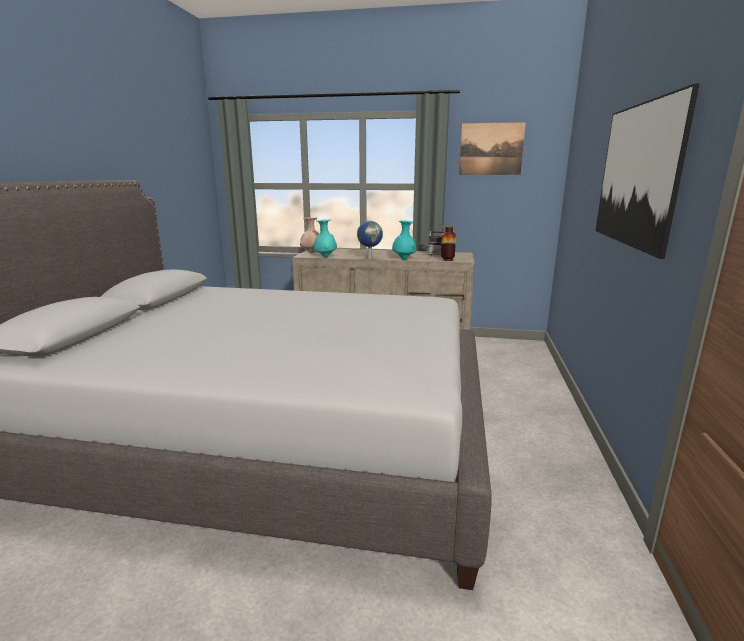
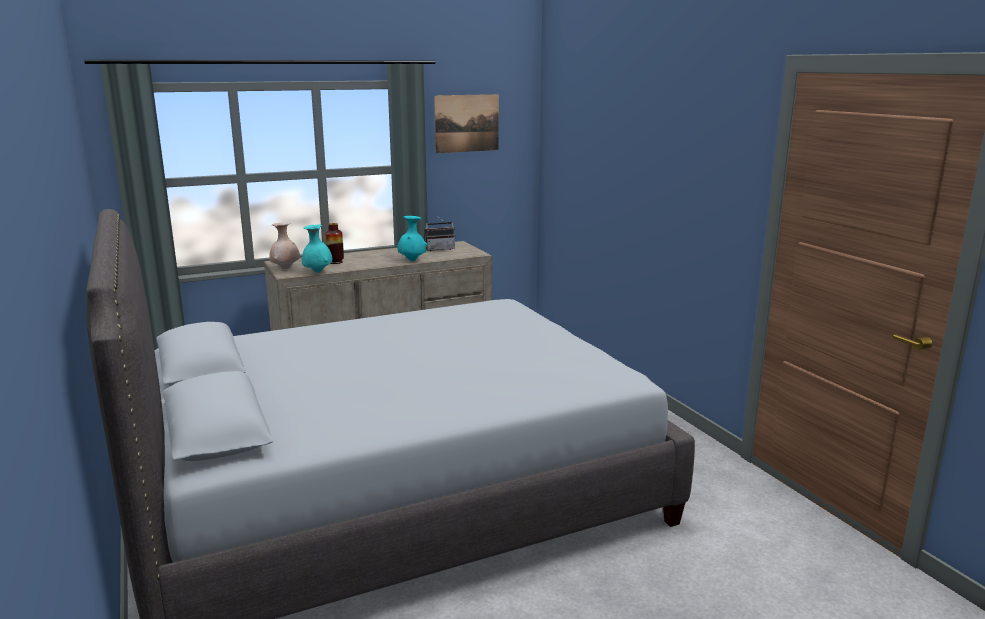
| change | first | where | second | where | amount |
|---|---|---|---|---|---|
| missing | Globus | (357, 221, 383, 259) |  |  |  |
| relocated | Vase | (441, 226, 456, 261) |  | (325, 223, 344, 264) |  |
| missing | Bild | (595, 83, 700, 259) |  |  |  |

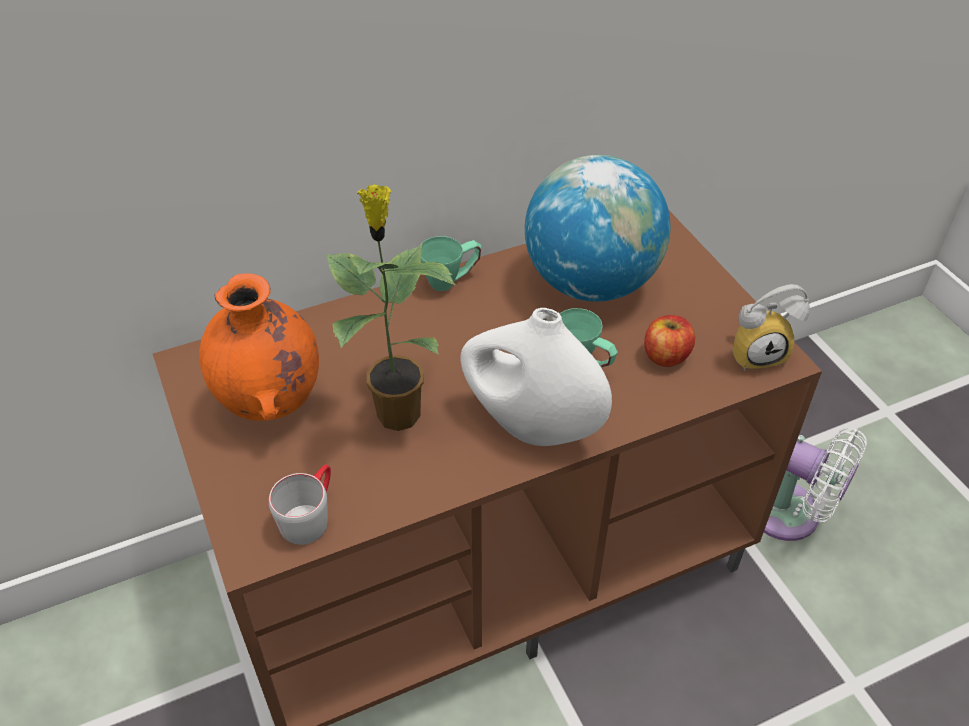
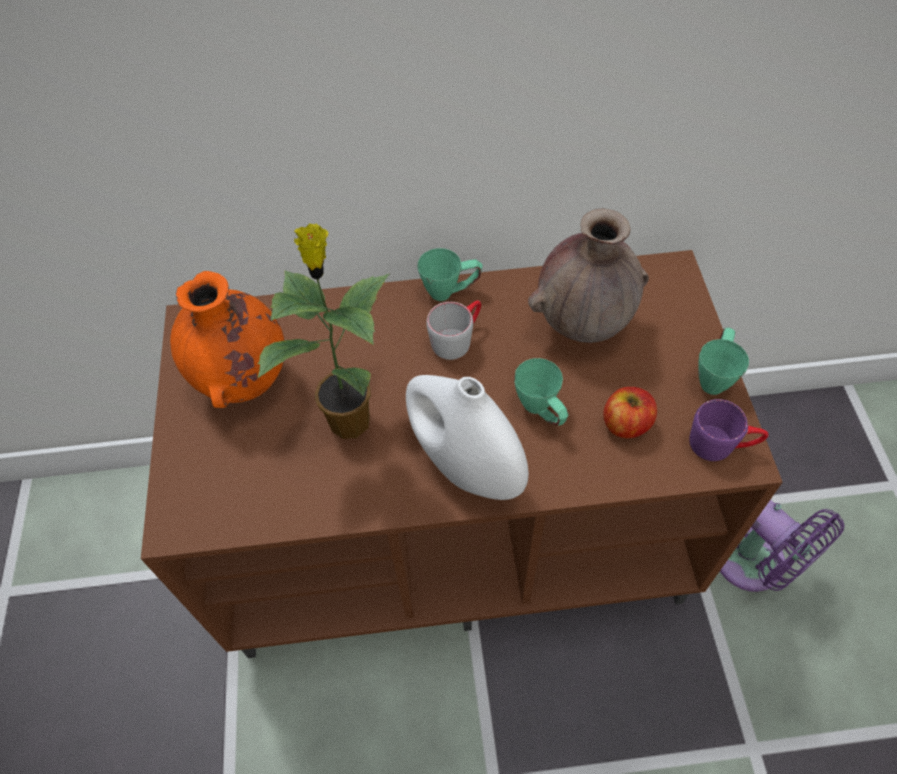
| change | first | where | second | where | amount |
|---|---|---|---|---|---|
| relocated | Henkelbecher [grau] | (269, 465, 331, 545) |  | (426, 300, 481, 360) |  |
| exchanged | Globus | (525, 155, 670, 302) | Vase [braun] | (528, 208, 649, 343) |  |
| exchanged | Wecker | (733, 284, 810, 371) | Henkelbecher [lila] | (689, 399, 769, 461) |  |
| colour | Ventilator [weiß] | (764, 428, 867, 541) | Ventilator [lila] | (720, 500, 844, 592) |  |
| appeared |  |  | Henkelbecher [grün] | (698, 328, 749, 395) |  |

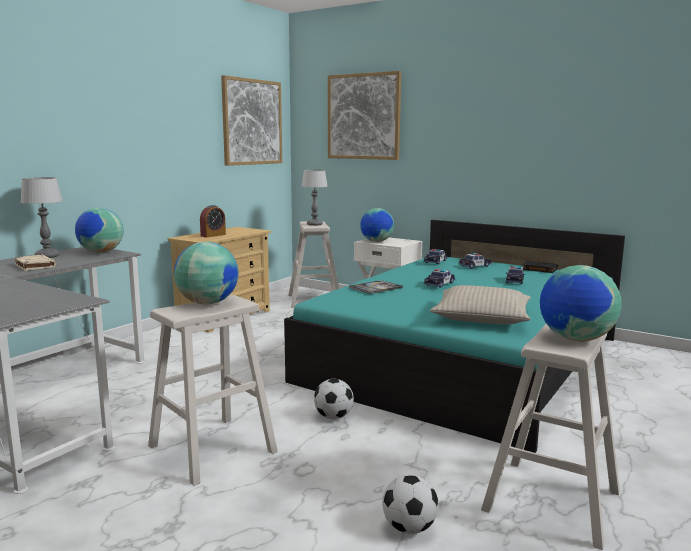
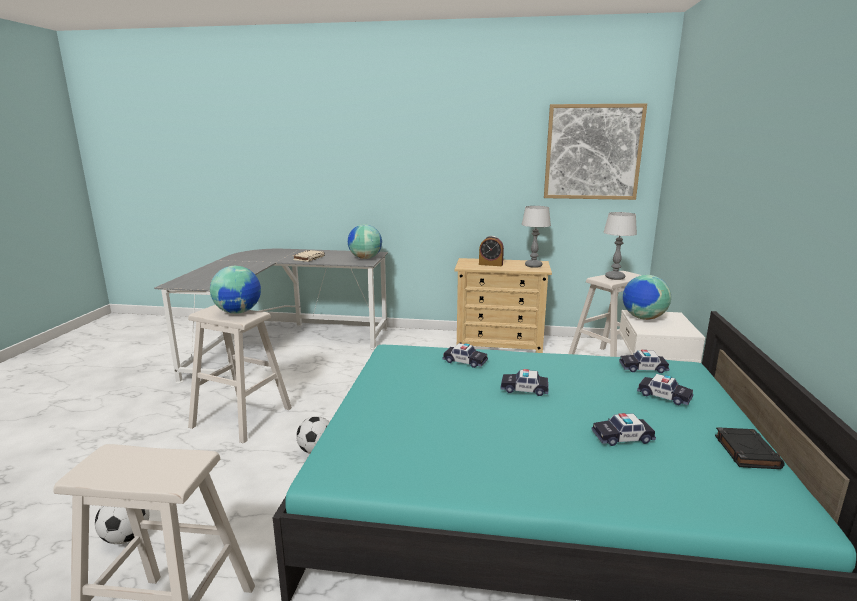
| change | first | where | second | where | amount |
|---|---|---|---|---|---|
| relocated | Tischlampe | (20, 177, 63, 258) |  | (522, 206, 551, 268) |  |
| missing | Bild | (328, 71, 401, 160) |  |  |  |
| exchanged | Buch | (349, 280, 403, 294) | Spielzeugauto | (443, 343, 488, 368) |  |
| missing | Kissen [beige] | (430, 285, 531, 324) |  |  |  |
| missing | Globus | (540, 265, 621, 341) |  |  |  |

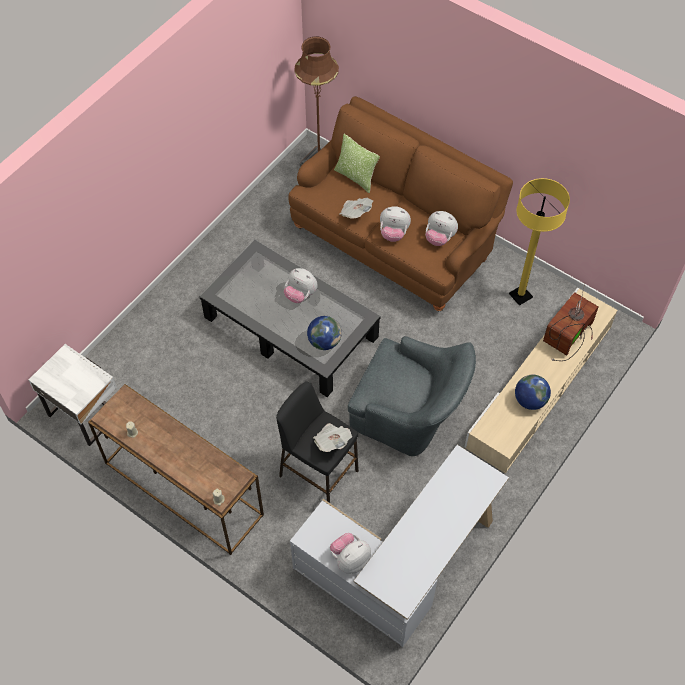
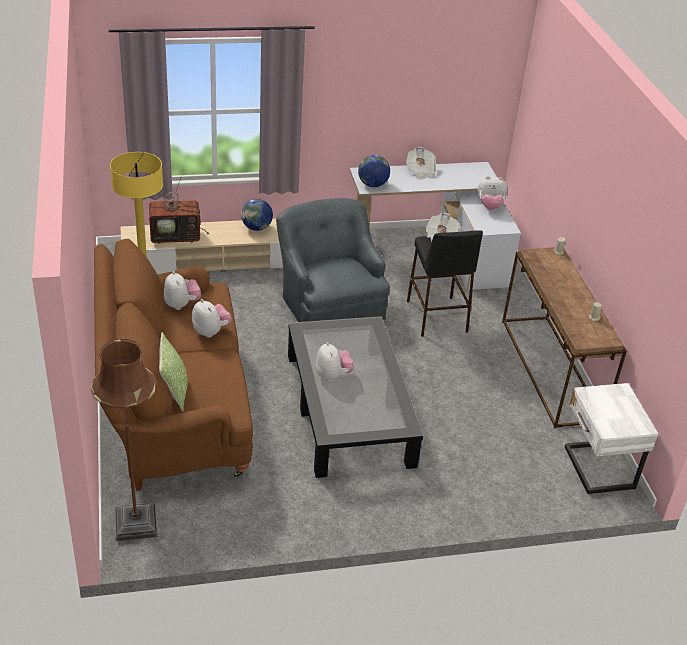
| change | first | where | second | where | amount |
|---|---|---|---|---|---|
| relocated | Globus | (307, 316, 342, 350) |  | (358, 155, 390, 187) |  |
| relocated | Zeitung | (339, 198, 373, 219) |  | (406, 147, 436, 180) |  |

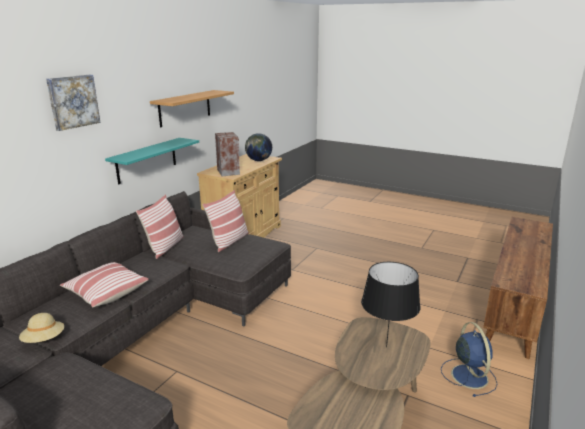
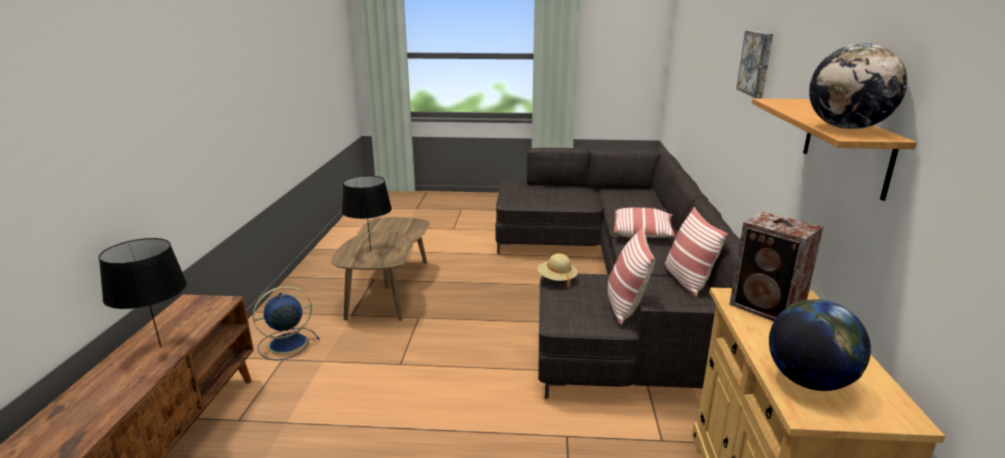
| change | first | where | second | where | amount |
|---|---|---|---|---|---|
| relocated | Hut [beige] | (19, 313, 64, 343) |  | (538, 253, 578, 287) |  |
| missing | Wandregal [türkis] | (105, 138, 199, 184) |  |  |  |
| spun | Ventilator [blau] | (441, 322, 497, 397) |  | (253, 286, 320, 361) | 90 degrees clockwise |
| appeared |  |  | Tischlampe [schwarz] | (99, 238, 187, 347) |  |
| appeared |  |  | Globus | (809, 43, 907, 129) |  |

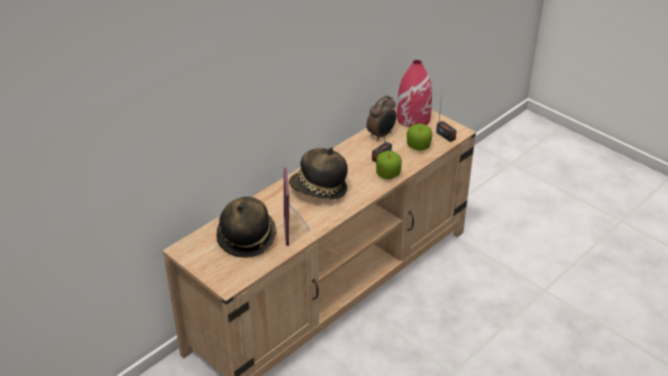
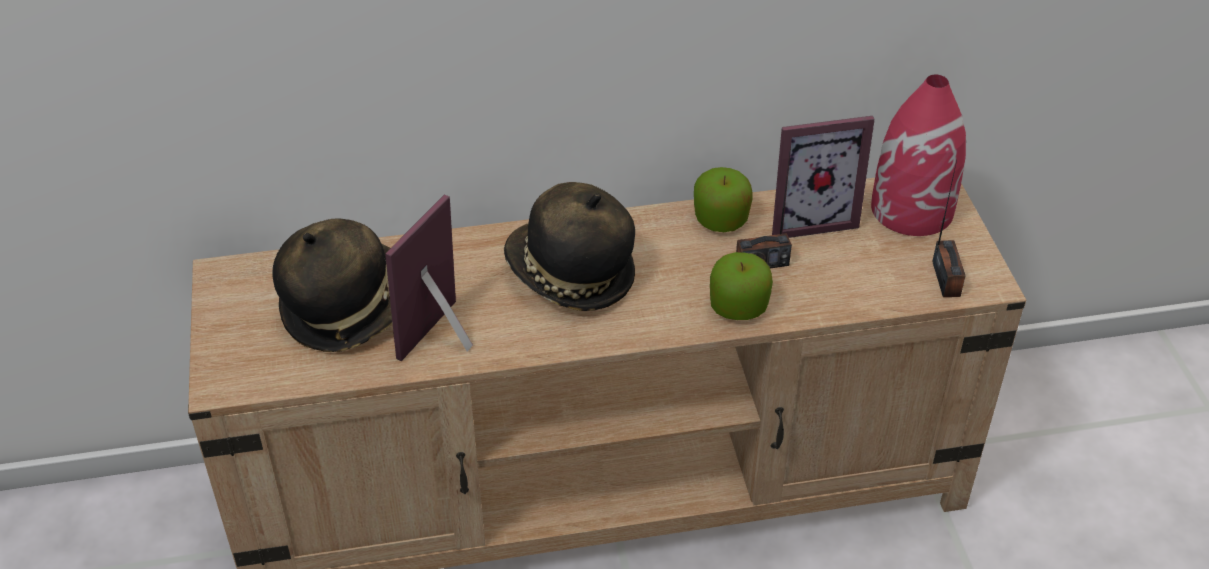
| change | first | where | second | where | amount |
|---|---|---|---|---|---|
| exchanged | Wecker | (366, 95, 397, 141) | Bilderrahmen | (772, 116, 875, 238) |  |
| relocated | Apfel | (407, 124, 432, 151) |  | (694, 167, 752, 232) |  |

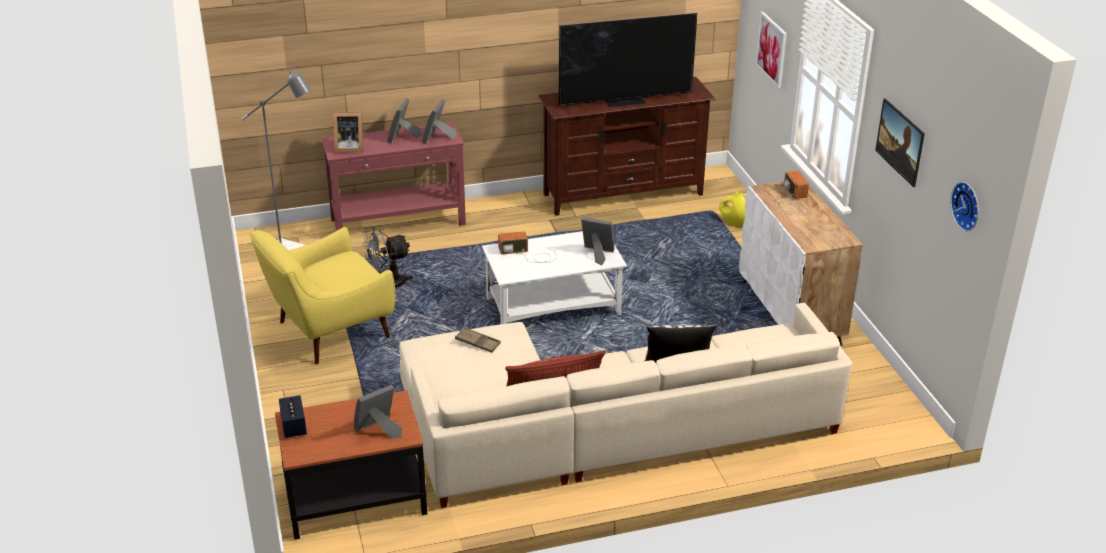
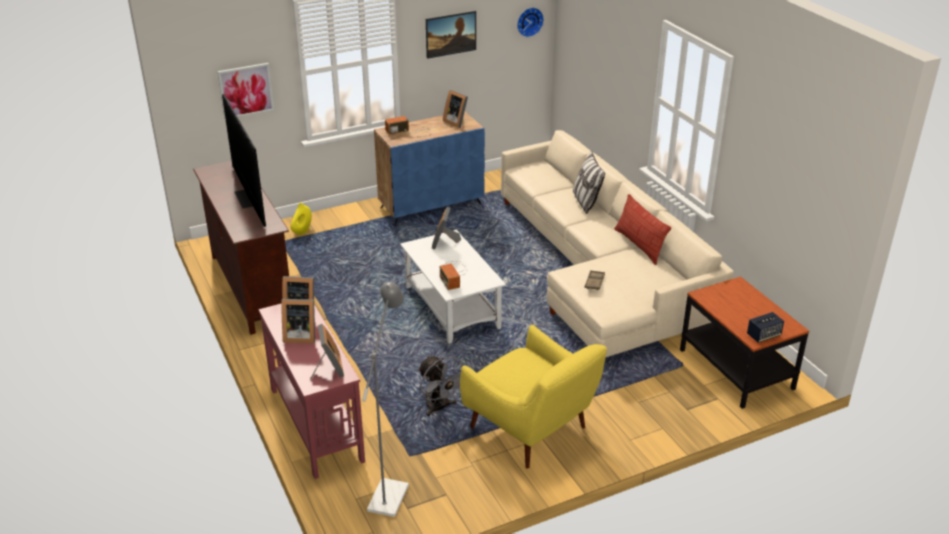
| change | first | where | second | where | amount |
|---|---|---|---|---|---|
| relocated | Bilderrahmen | (354, 384, 402, 439) |  | (443, 90, 468, 128) |  |
| colour | Schrank [weiß] | (739, 181, 863, 346) | Schrank [blau] | (374, 112, 485, 225) |  |

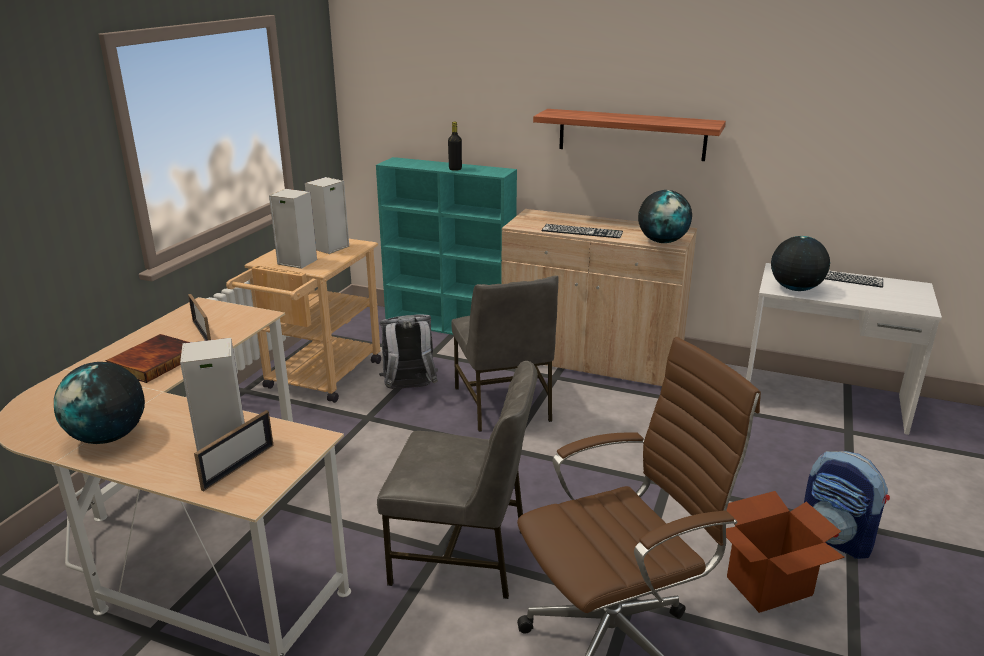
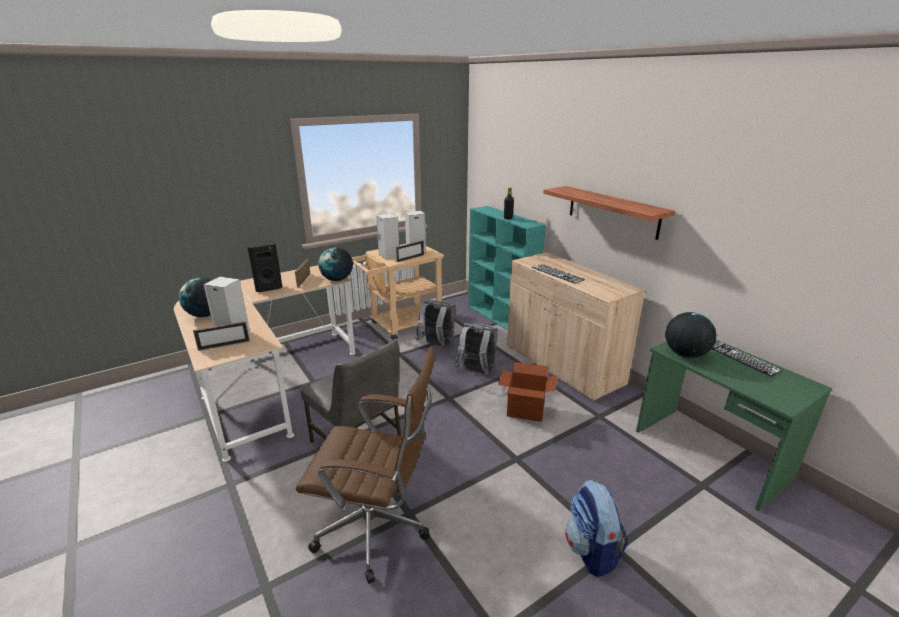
| change | first | where | second | where | amount |
|---|---|---|---|---|---|
| exchanged | Buch | (105, 334, 191, 383) | Lautsprecher [schwarz] | (248, 240, 283, 292) |  |
| exchanged | Stuhl [grau] | (451, 276, 559, 432) | Rucksack [grau] | (455, 323, 498, 374) |  |
| relocated | Globus | (638, 190, 692, 243) |  | (318, 247, 353, 281) |  |
| relocated | Karton | (726, 491, 845, 613) |  | (498, 362, 557, 422) |  |
| colour | Schreibtisch [weiß] | (746, 263, 942, 435) | Schreibtisch [grün] | (636, 340, 832, 511) |  |
| appeared |  |  | Bilderrahmen | (396, 241, 424, 262) |  |

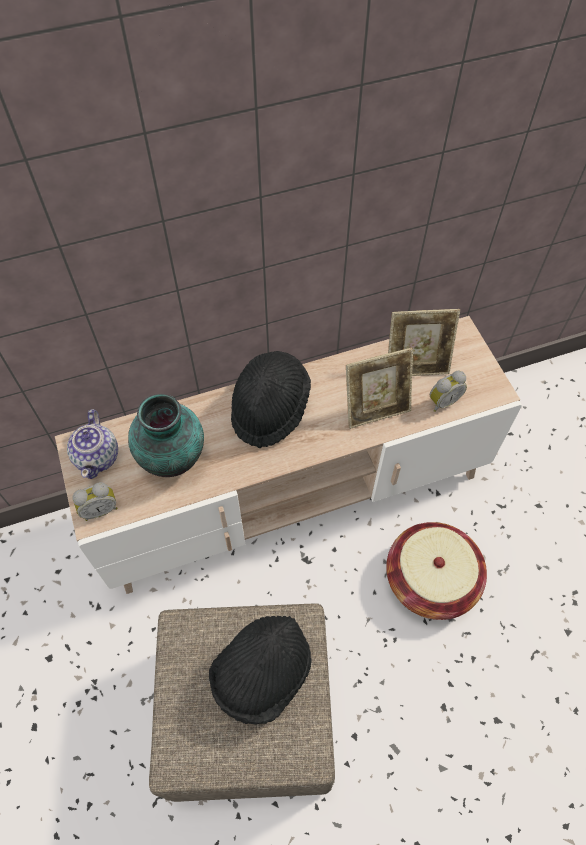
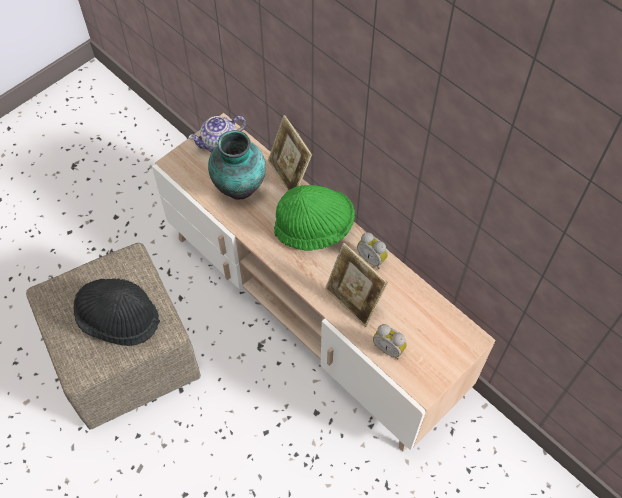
| change | first | where | second | where | amount |
|---|---|---|---|---|---|
| relocated | Wecker | (72, 482, 118, 521) |  | (357, 232, 388, 269) |  |
| colour | Hut [schwarz] | (231, 351, 311, 448) | Hut [grün] | (274, 185, 355, 251) |  |
| missing | Korb | (386, 522, 487, 620) |  |  |  |
| relocated | Bilderrahmen | (388, 309, 460, 376) |  | (268, 115, 312, 191) |  |

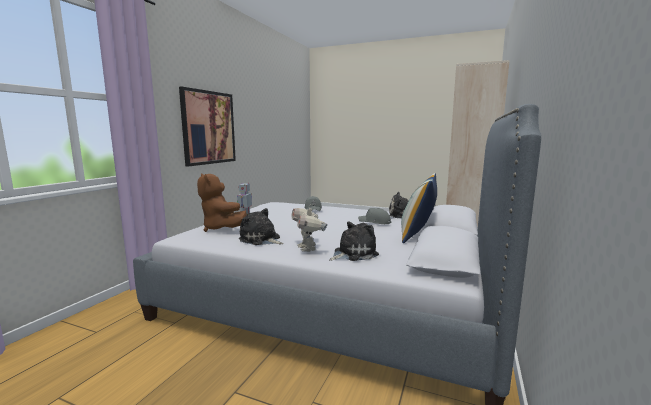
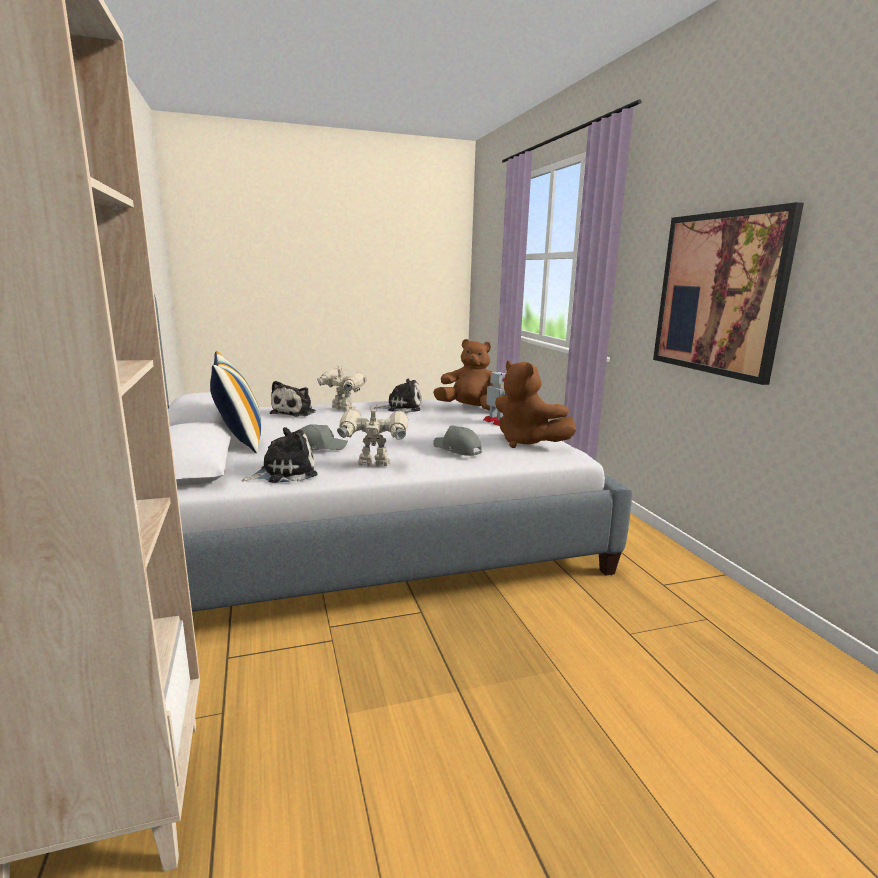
| change | first | where | second | where | amount |
|---|---|---|---|---|---|
| appeared |  |  | Spielzeugroboter | (337, 405, 408, 466) |  |
| appeared |  |  | Plüschtier [braun] | (495, 361, 576, 448) |  |

